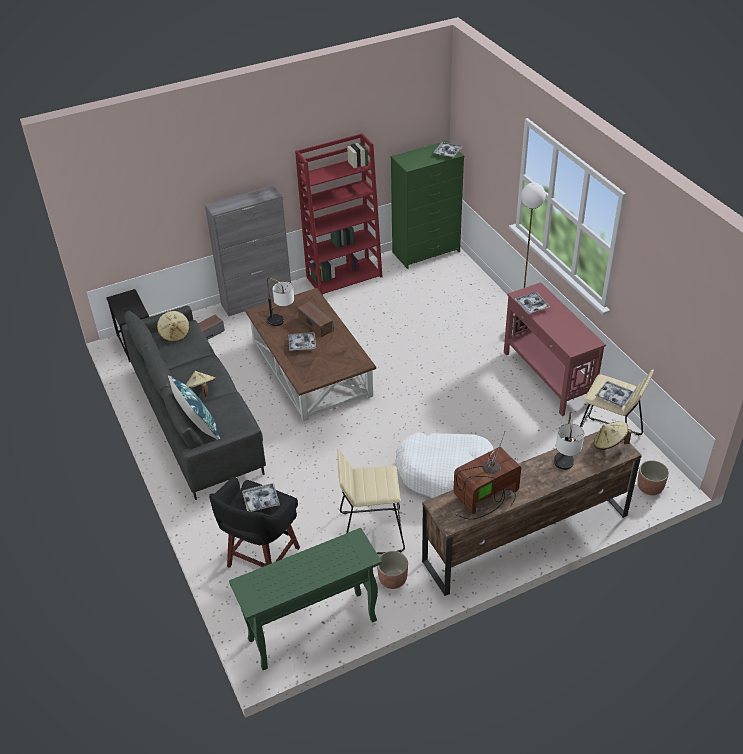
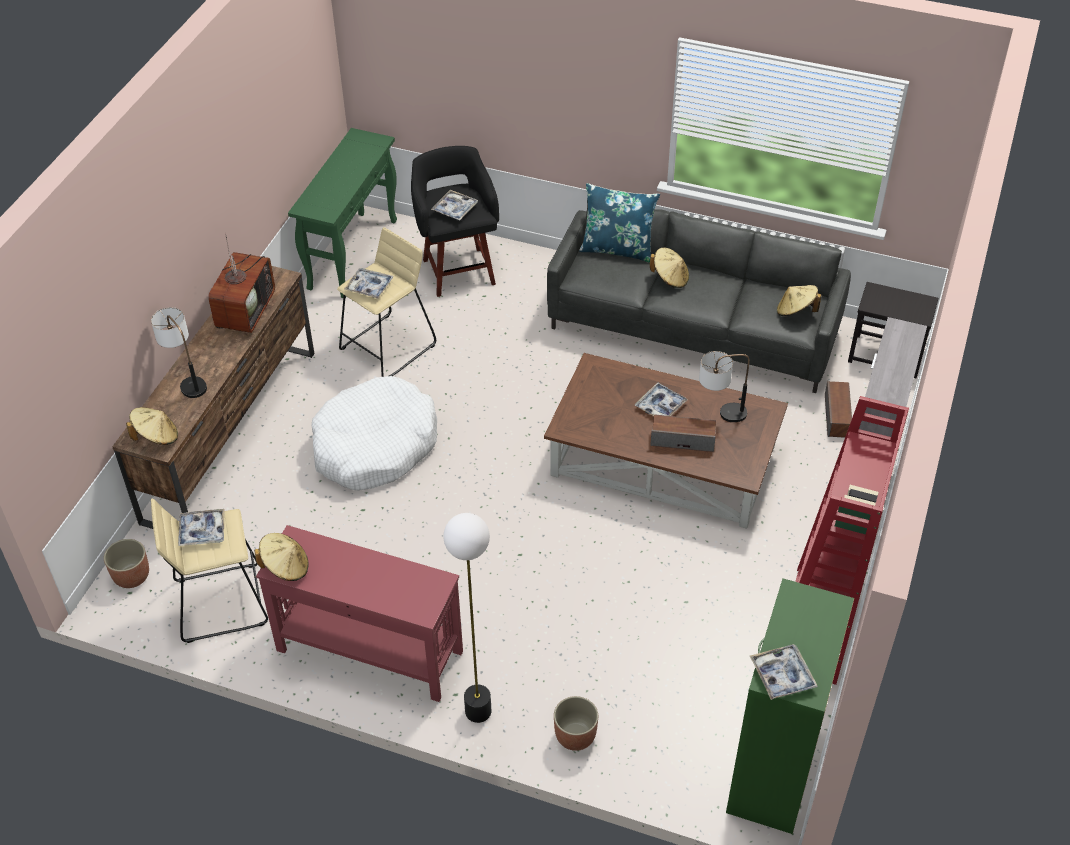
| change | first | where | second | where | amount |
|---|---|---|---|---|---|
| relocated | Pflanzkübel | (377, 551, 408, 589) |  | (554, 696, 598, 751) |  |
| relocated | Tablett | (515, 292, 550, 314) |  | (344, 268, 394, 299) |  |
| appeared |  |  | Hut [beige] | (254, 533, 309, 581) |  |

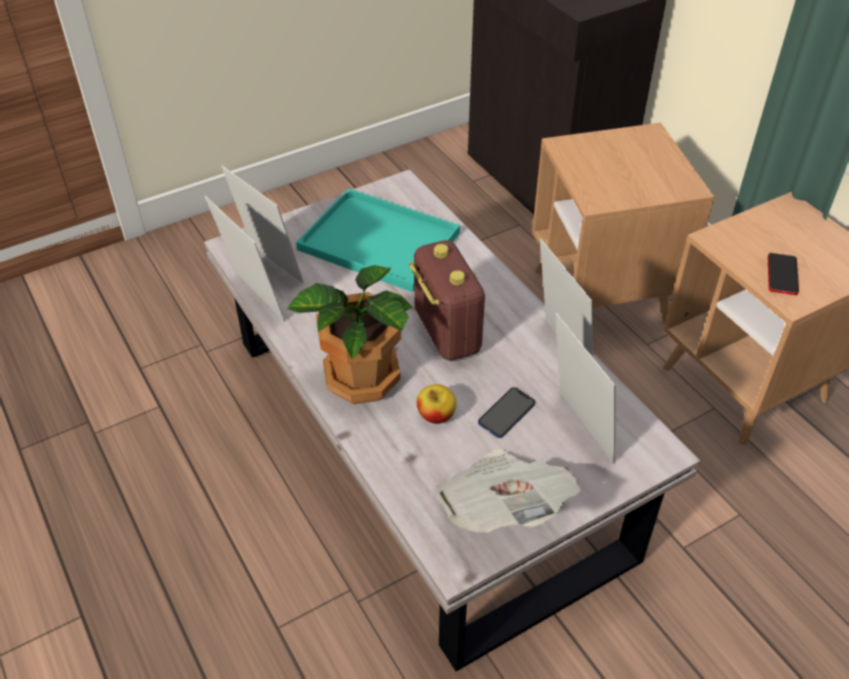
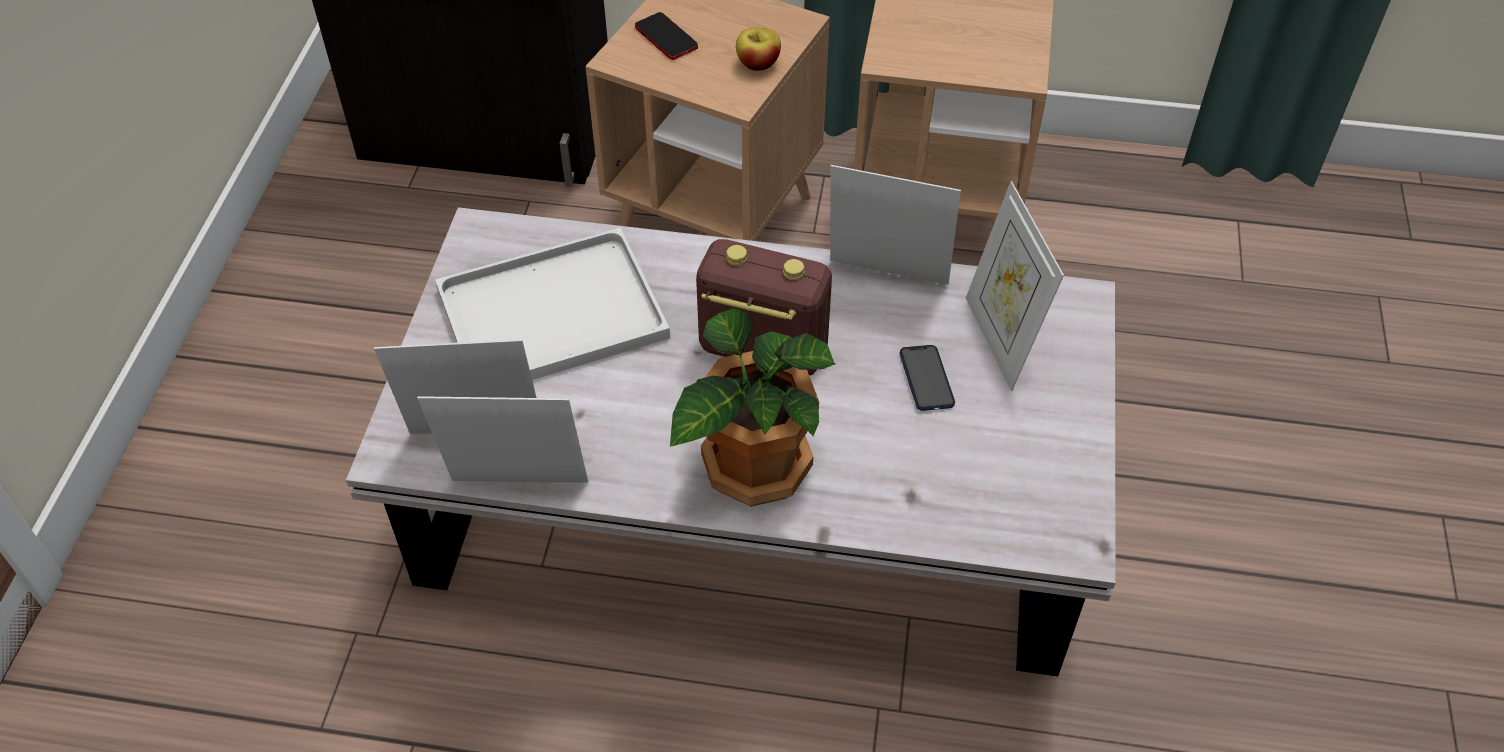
| change | first | where | second | where | amount |
|---|---|---|---|---|---|
| colour | Tablett [türkis] | (296, 188, 460, 292) | Tablett [weiß] | (435, 228, 670, 380) |  |
| relocated | Apfel | (417, 384, 457, 424) |  | (736, 27, 781, 71) |  |
| missing | Zeitung | (436, 449, 581, 533) |  |  |  |
| spun | Bilderrahmen | (556, 313, 616, 464) |  | (966, 181, 1064, 391) | 120 degrees counterclockwise |
| relocated | Handy | (768, 253, 799, 295) |  | (635, 12, 698, 60) |  |

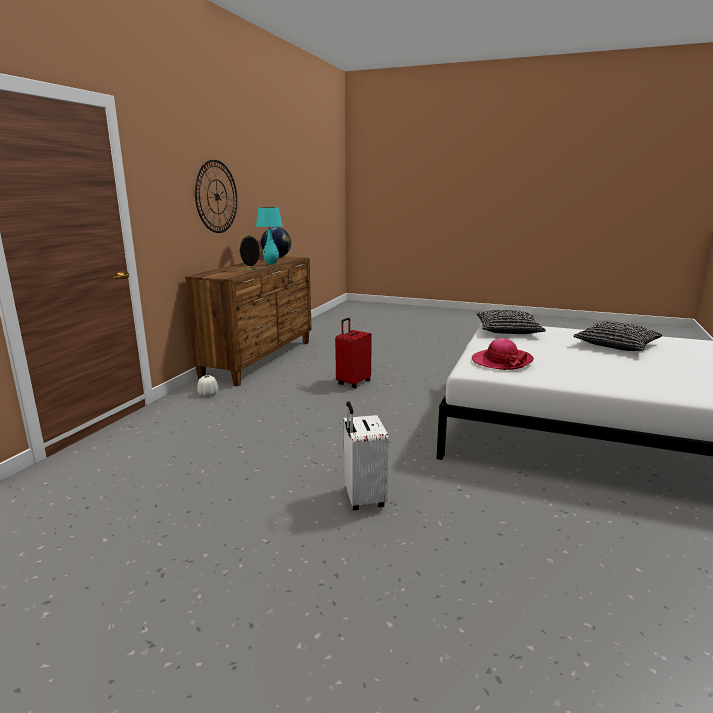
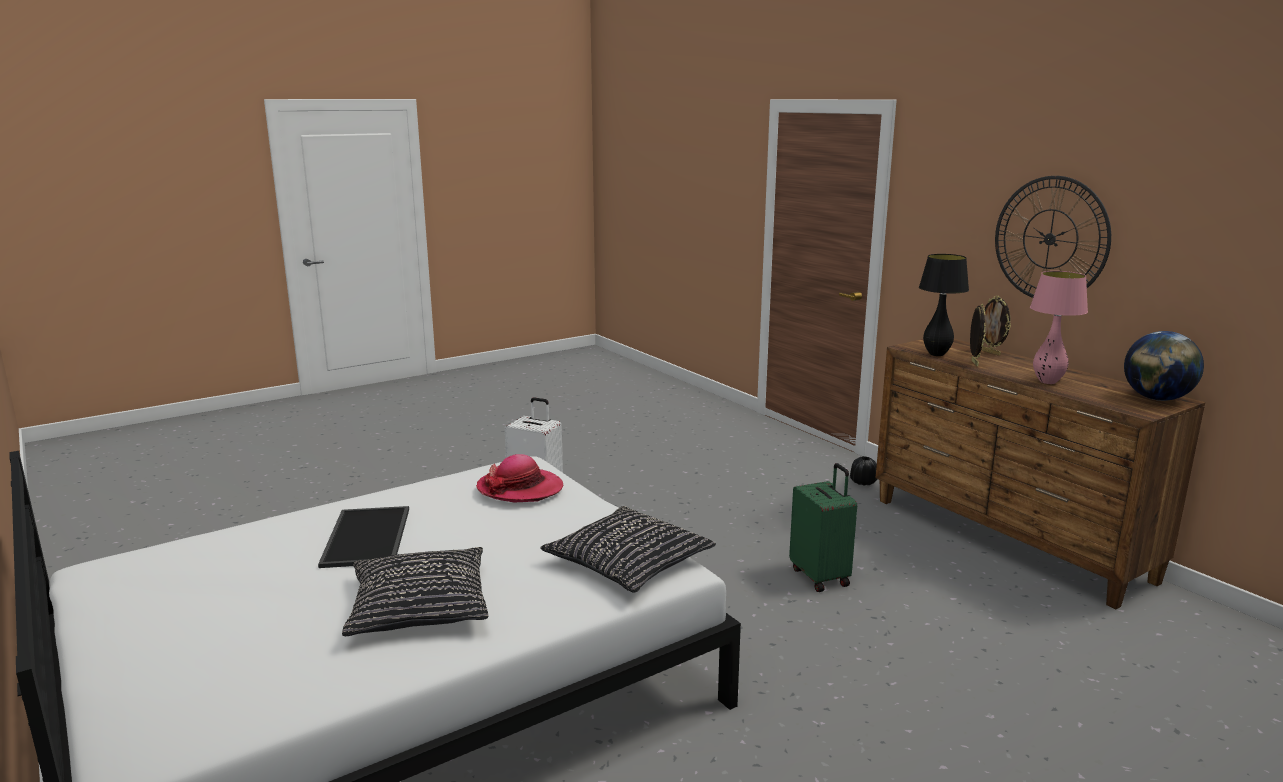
| change | first | where | second | where | amount |
|---|---|---|---|---|---|
| colour | Vase [weiß] | (197, 375, 218, 397) | Vase [schwarz] | (850, 456, 877, 486) |  |
| colour | Tischlampe [türkis] | (256, 207, 283, 265) | Tischlampe [rosa] | (1030, 271, 1088, 384) |  |
| colour | Koffer [rot] | (335, 318, 372, 388) | Koffer [grün] | (789, 463, 857, 592) |  |
| appeared |  |  | Tablett | (318, 506, 409, 568) |  |
| appeared |  |  | Tischlampe [schwarz] | (919, 254, 969, 356) |  |
| appeared |  |  | Bilderrahmen | (982, 295, 1011, 356) |  |

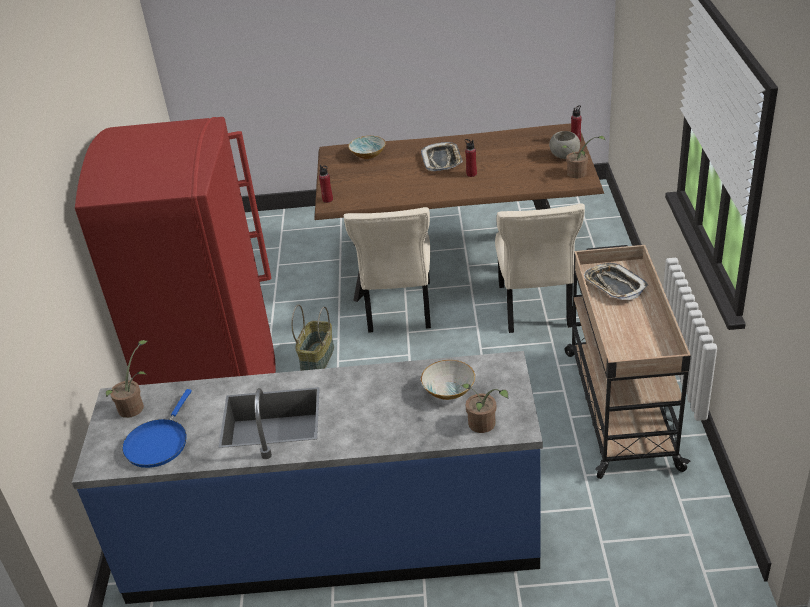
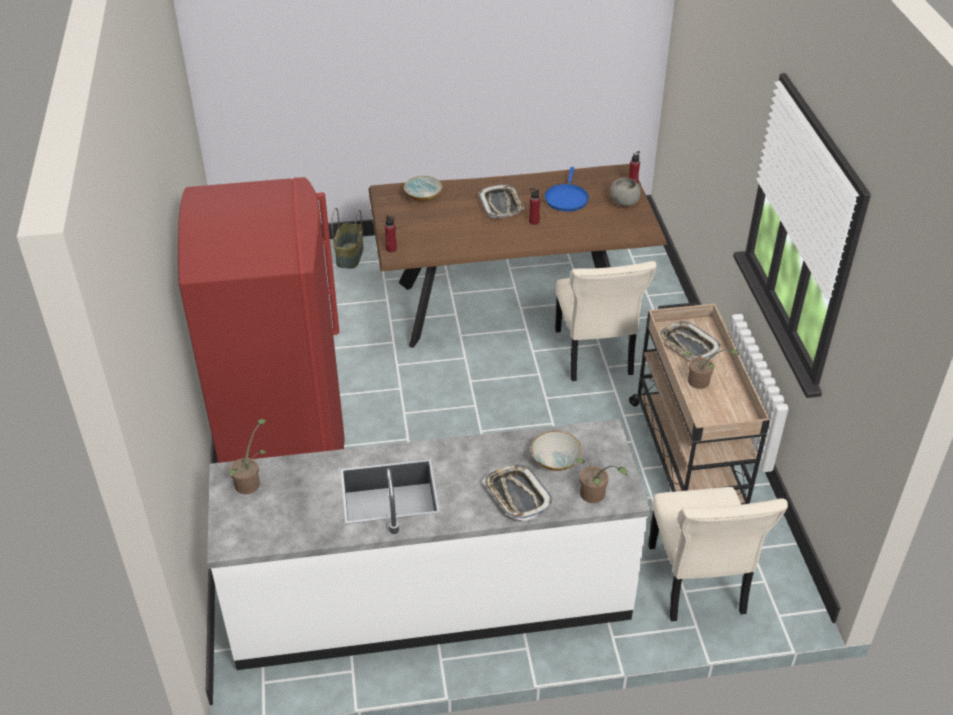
| change | first | where | second | where | amount |
|---|---|---|---|---|---|
| colour | Küchenzeile [blau] | (72, 351, 543, 604) | Küchenzeile [weiß] | (207, 419, 651, 670) |  |
| relocated | Pfanne [blau] | (122, 389, 192, 468) |  | (545, 167, 589, 212) |  |
| relocated | Korb | (291, 304, 334, 371) |  | (331, 208, 364, 269) |  |
| relocated | Stuhl [beige] | (344, 207, 431, 333) |  | (649, 487, 788, 621) |  |
| relocated | Topfpflanze | (562, 136, 606, 178) |  | (683, 349, 739, 389) |  |
| appeared |  |  | Tablett | (483, 464, 553, 521) |  |

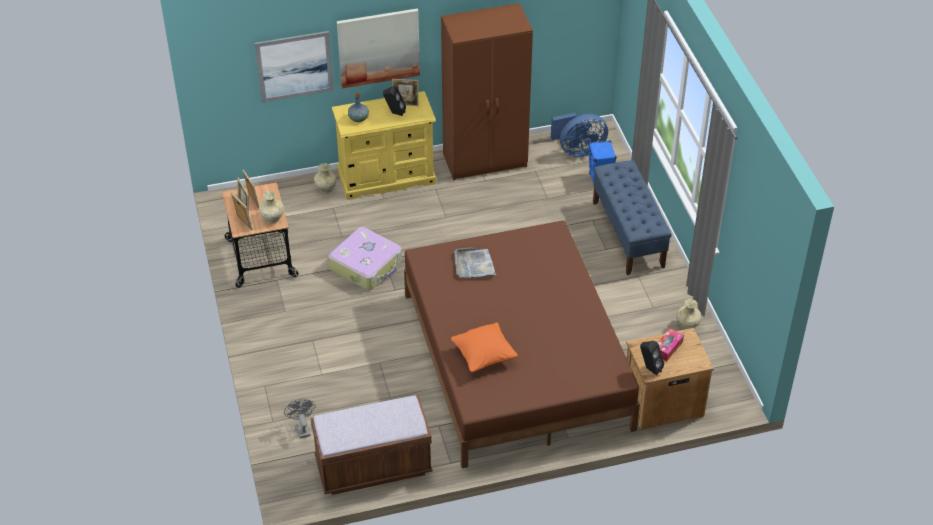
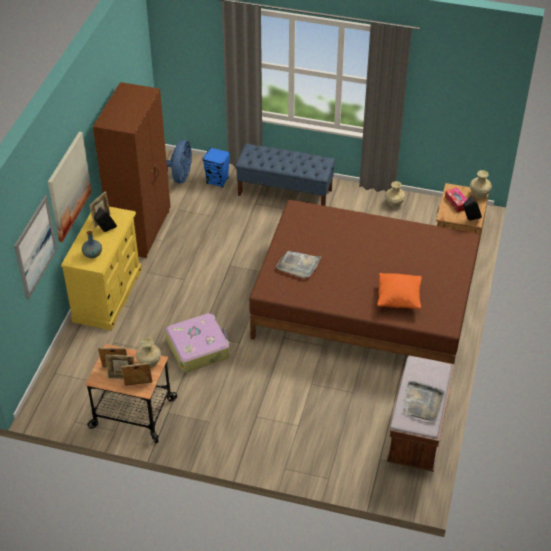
| change | first | where | second | where | amount |
|---|---|---|---|---|---|
| missing | Ventilator [grau] | (284, 398, 316, 438) |  |  |  |
| relocated | Vase [beige] | (314, 163, 337, 193) |  | (470, 170, 492, 198) |  |
| appeared |  |  | Tablett [grau] | (403, 381, 445, 420) |  |

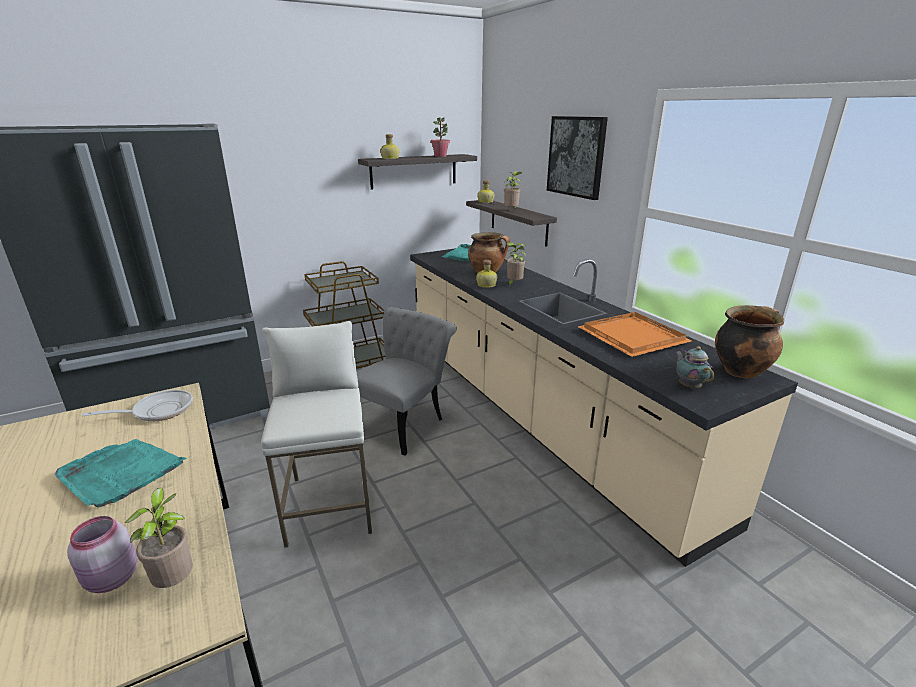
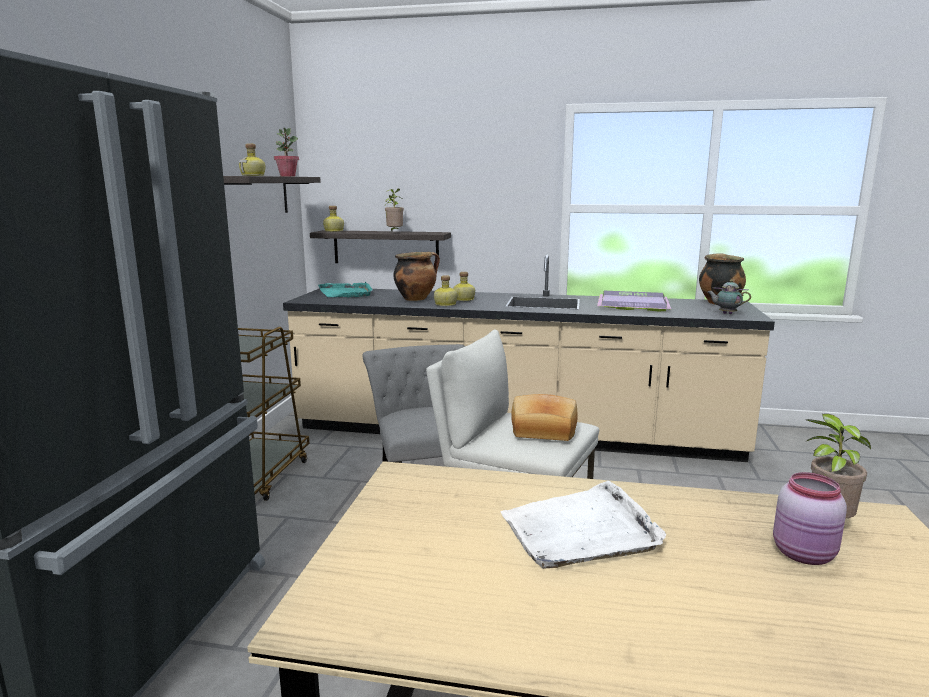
| change | first | where | second | where | amount |
|---|---|---|---|---|---|
| colour | Tablett [türkis] | (54, 439, 187, 508) | Tablett [weiß] | (500, 481, 666, 569) |  |
| missing | Pfanne | (82, 390, 193, 422) |  |  |  |
| exchanged | Topfpflanze | (506, 242, 526, 287) | Flasche | (453, 272, 475, 301) |  |
| missing | Bild | (547, 116, 608, 200) |  |  |  |
| colour | Tablett [orange] | (578, 312, 692, 357) | Tablett [lila] | (597, 291, 671, 312) |  |
| appeared |  |  | Brot | (511, 394, 578, 441) |  |

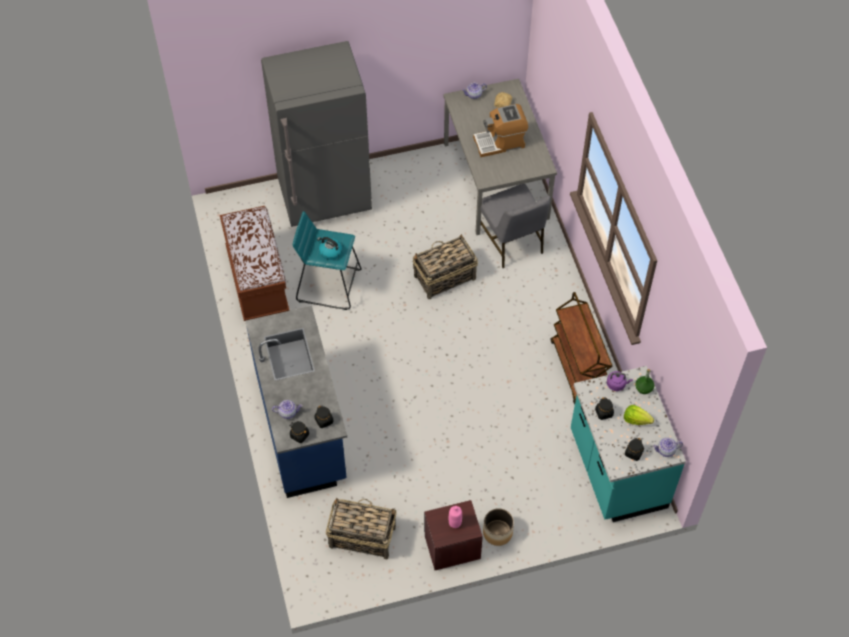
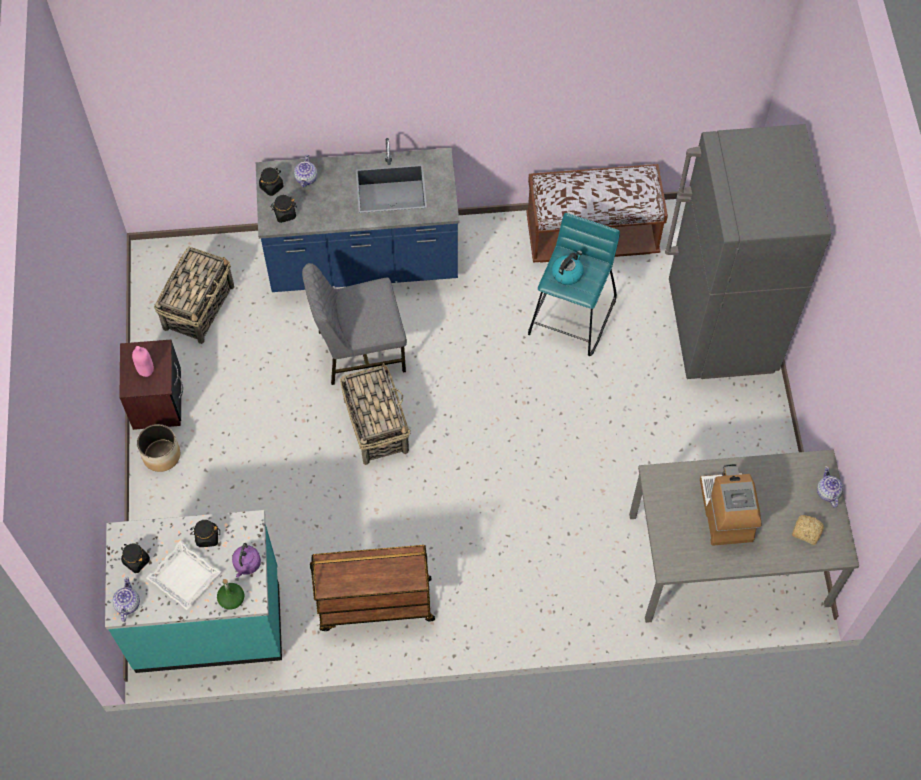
| change | first | where | second | where | amount |
|---|---|---|---|---|---|
| relocated | Korb | (413, 234, 478, 299) |  | (340, 363, 411, 465) |  |
| relocated | Stuhl [grau] | (480, 184, 550, 268) |  | (302, 263, 407, 385) |  |
| exchanged | Salatkopf | (624, 405, 654, 425) | Tablett [weiß] | (146, 540, 221, 610) |  |

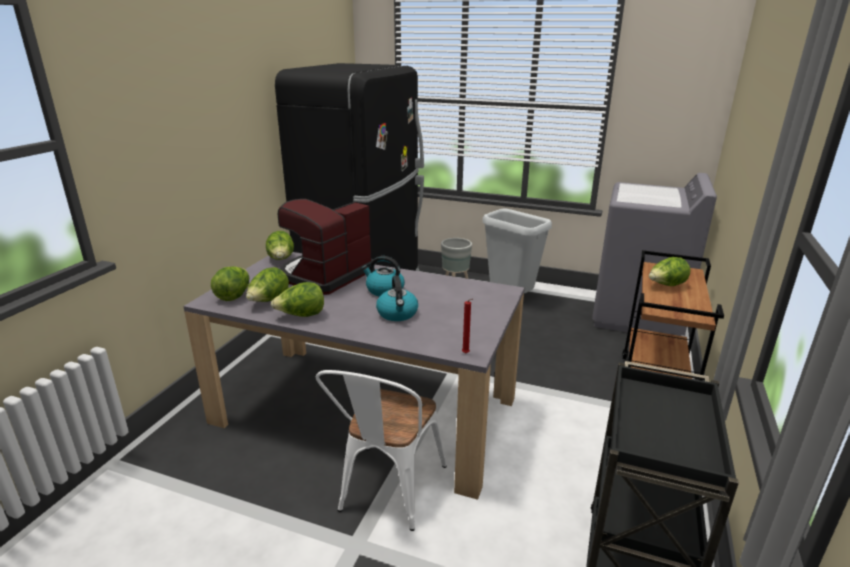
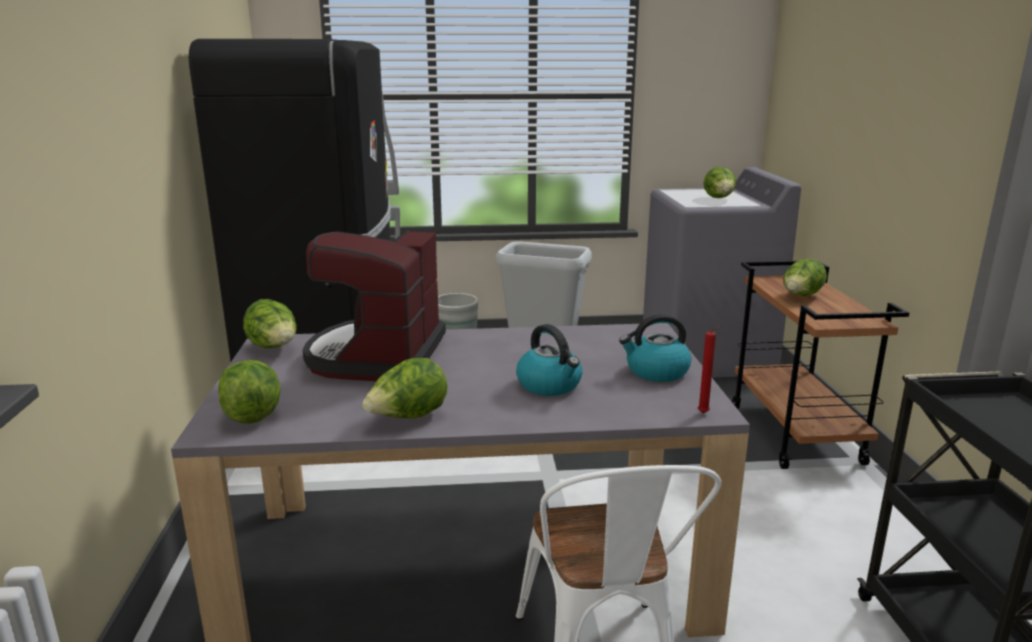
| change | first | where | second | where | amount |
|---|---|---|---|---|---|
| relocated | Salatkopf | (246, 267, 289, 302) |  | (704, 167, 736, 198) |  |
| relocated | Wasserkessel | (361, 256, 405, 297) |  | (619, 314, 691, 382) |  |

